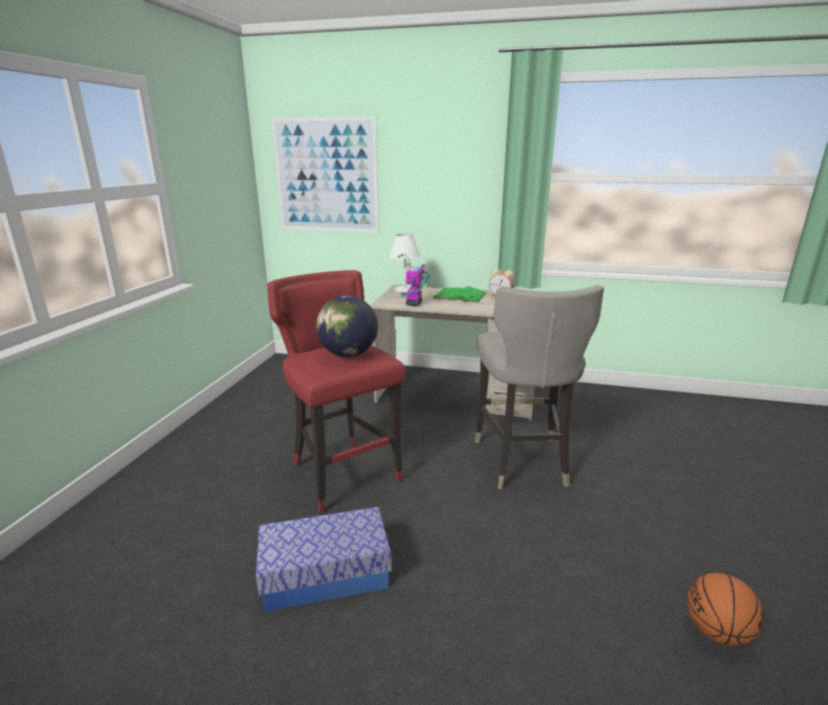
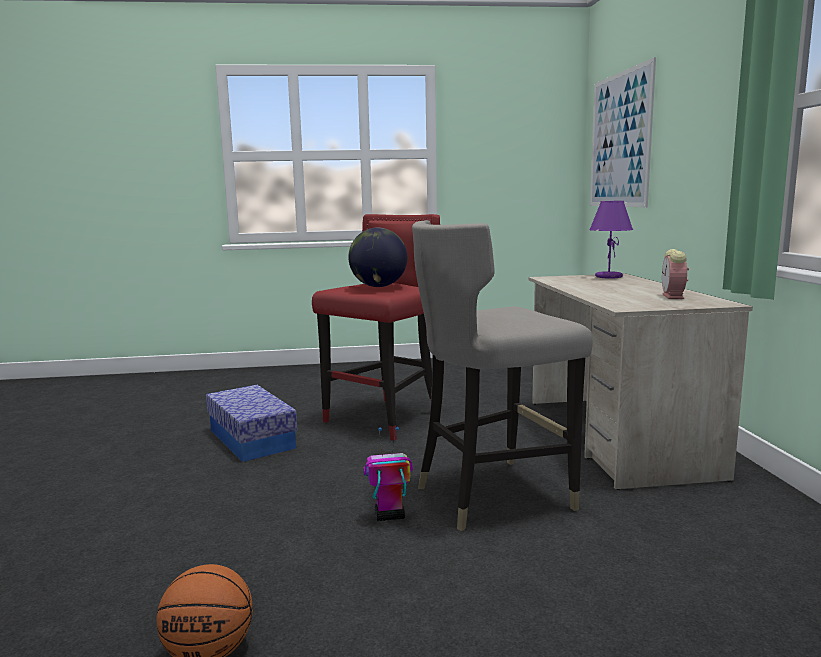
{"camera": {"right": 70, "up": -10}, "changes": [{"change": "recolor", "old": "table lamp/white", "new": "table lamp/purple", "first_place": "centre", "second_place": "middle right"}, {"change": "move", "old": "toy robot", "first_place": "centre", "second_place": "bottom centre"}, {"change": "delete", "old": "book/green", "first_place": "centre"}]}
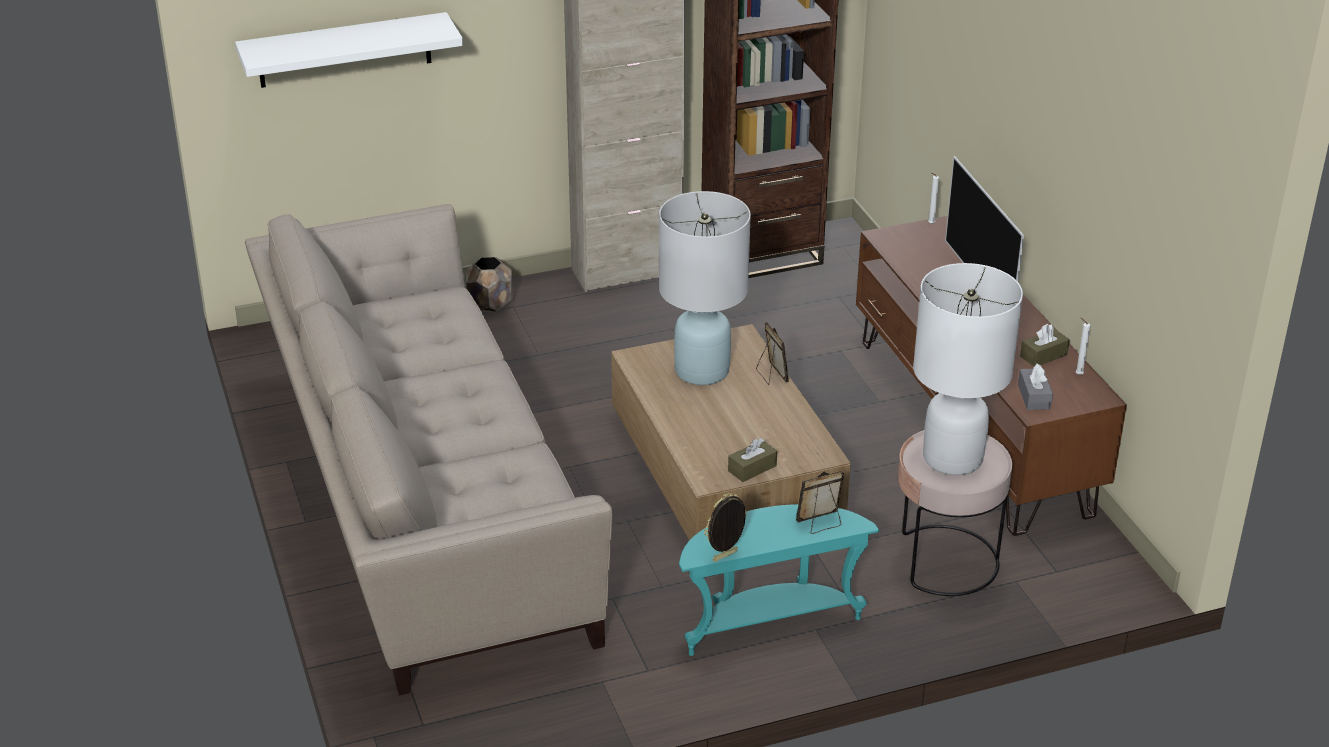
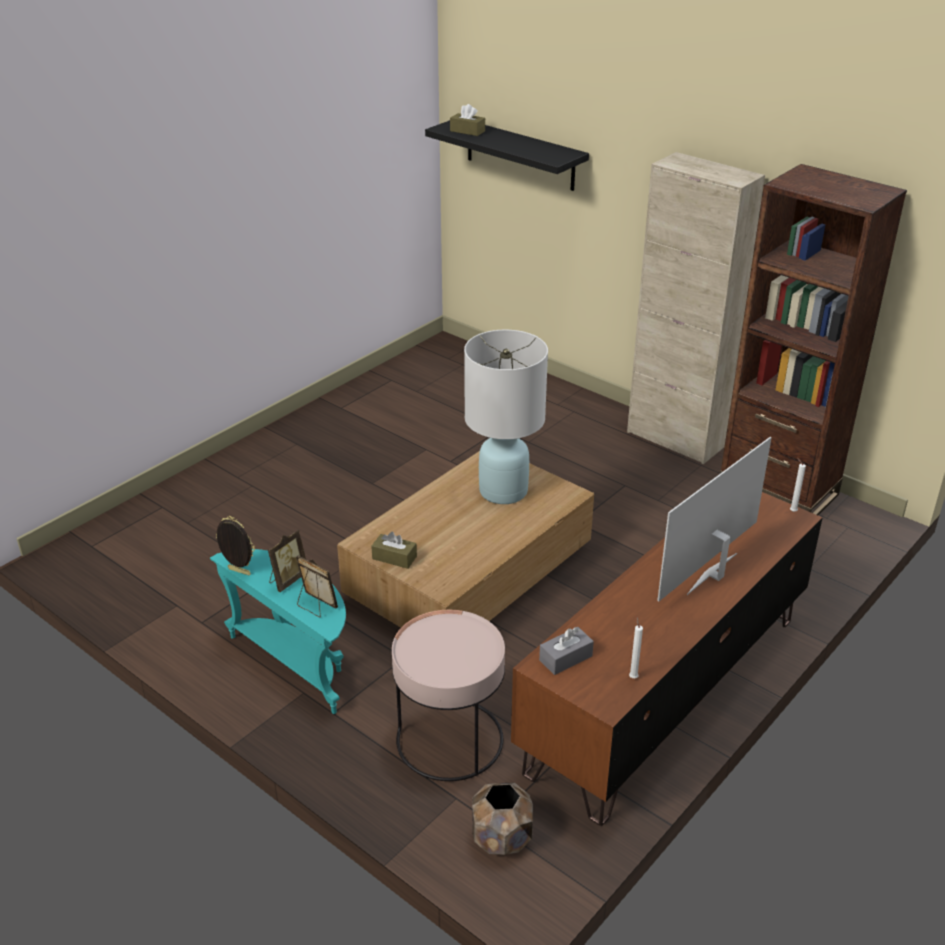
{"camera": {"right": 60, "up": 0}, "changes": [{"change": "recolor", "old": "shelf/white", "new": "shelf/black", "first_place": "top left", "second_place": "top centre"}, {"change": "delete", "old": "sofa/beige", "first_place": "middle left"}, {"change": "move", "old": "planter/brown", "first_place": "centre", "second_place": "bottom centre"}, {"change": "delete", "old": "table lamp/white (2nd from left)", "first_place": "middle right"}, {"change": "move", "old": "picture frame (2nd from left)", "first_place": "centre", "second_place": "middle left"}, {"change": "move", "old": "tissue box/brown (2nd from left)", "first_place": "middle right", "second_place": "top centre"}]}
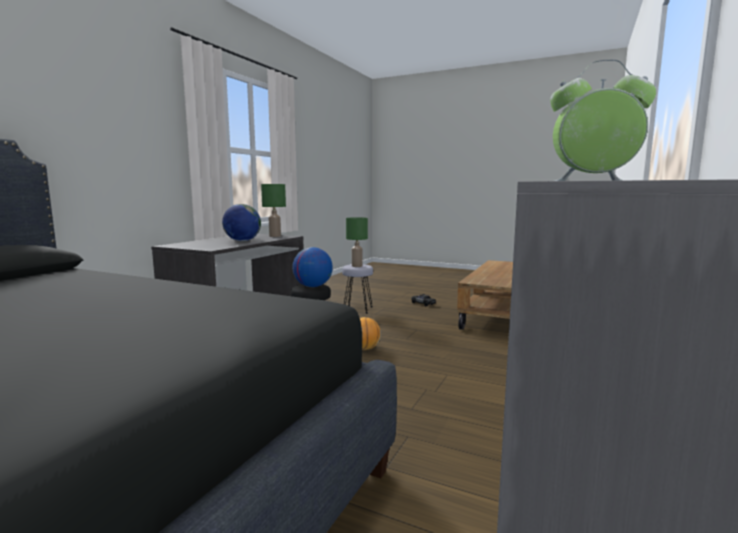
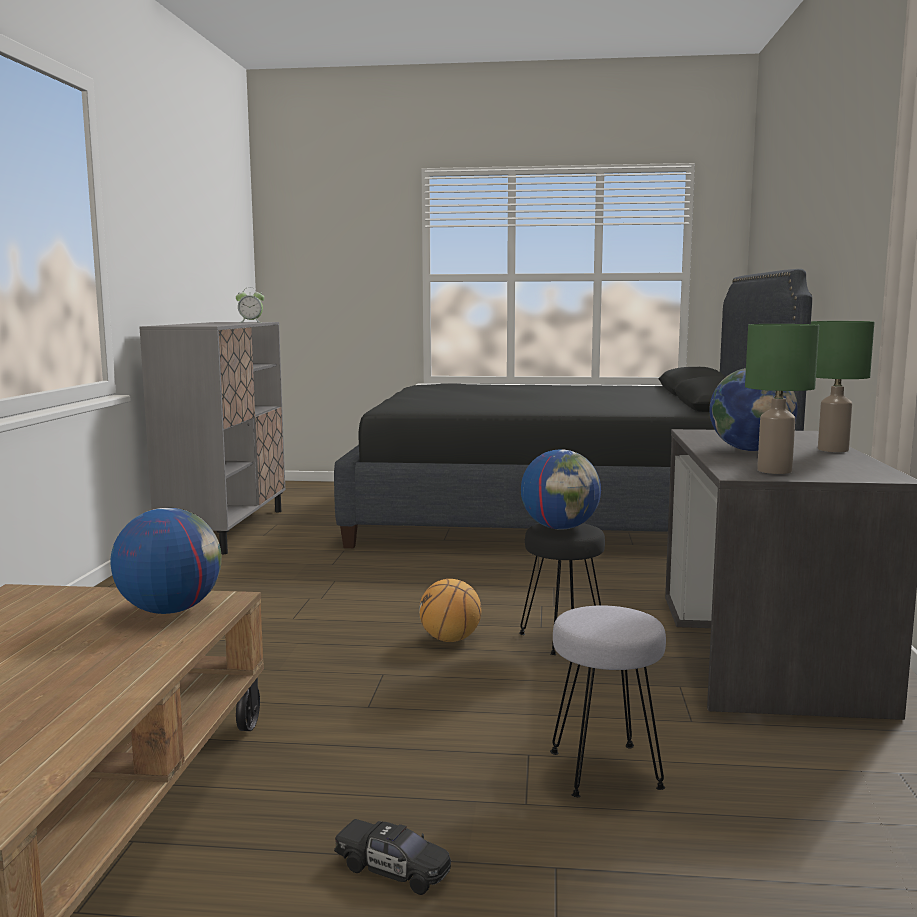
{"camera": {"right": 160, "up": 0}, "changes": [{"change": "move", "old": "table lamp/green (2nd from left)", "first_place": "centre", "second_place": "middle right"}, {"change": "insert", "new": "globe (1st from left)", "second_place": "middle left"}]}
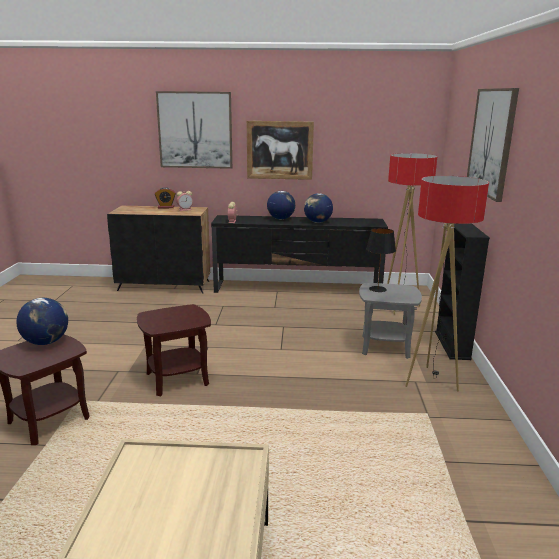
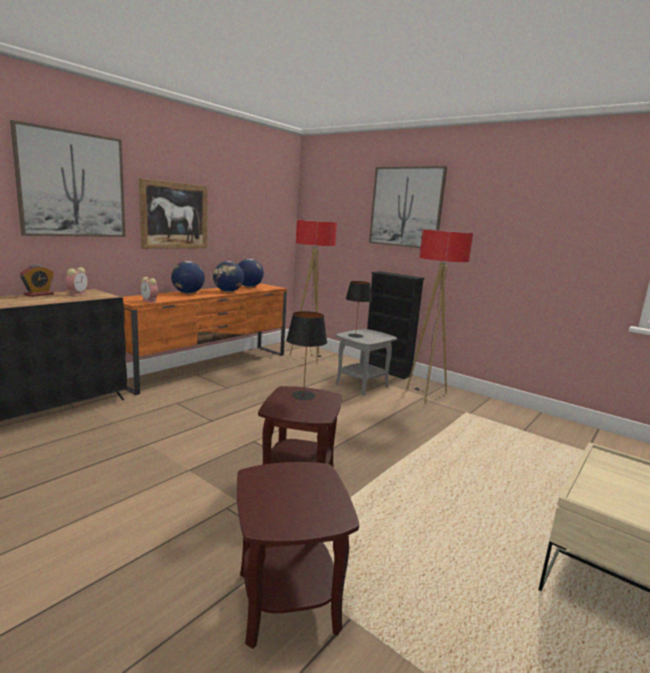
{"camera": {"right": -55, "up": -5}, "changes": [{"change": "recolor", "old": "tv stand/black", "new": "tv stand/orange", "first_place": "centre", "second_place": "middle left"}, {"change": "move", "old": "globe (1st from left in the first image)", "new": "globe (3rd from left)", "first_place": "middle left", "second_place": "centre"}, {"change": "insert", "new": "table lamp/black (1st from left)", "second_place": "centre"}]}
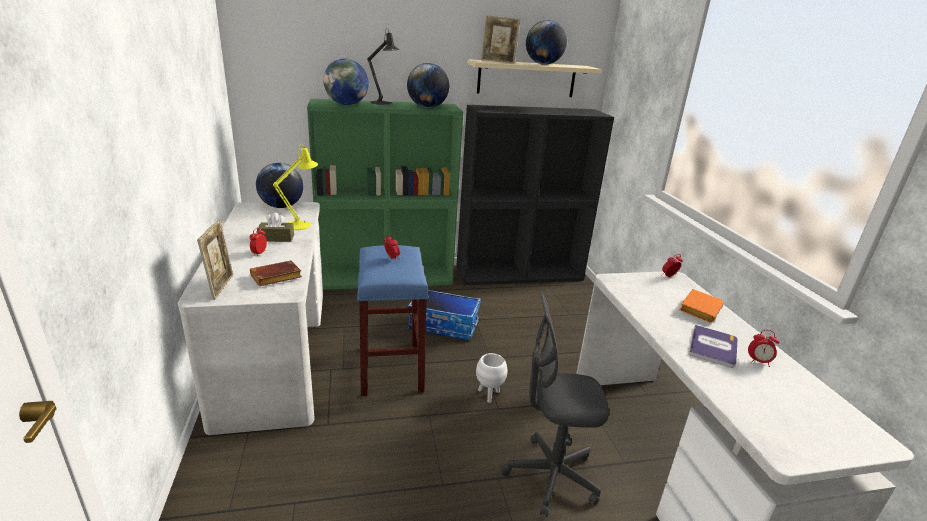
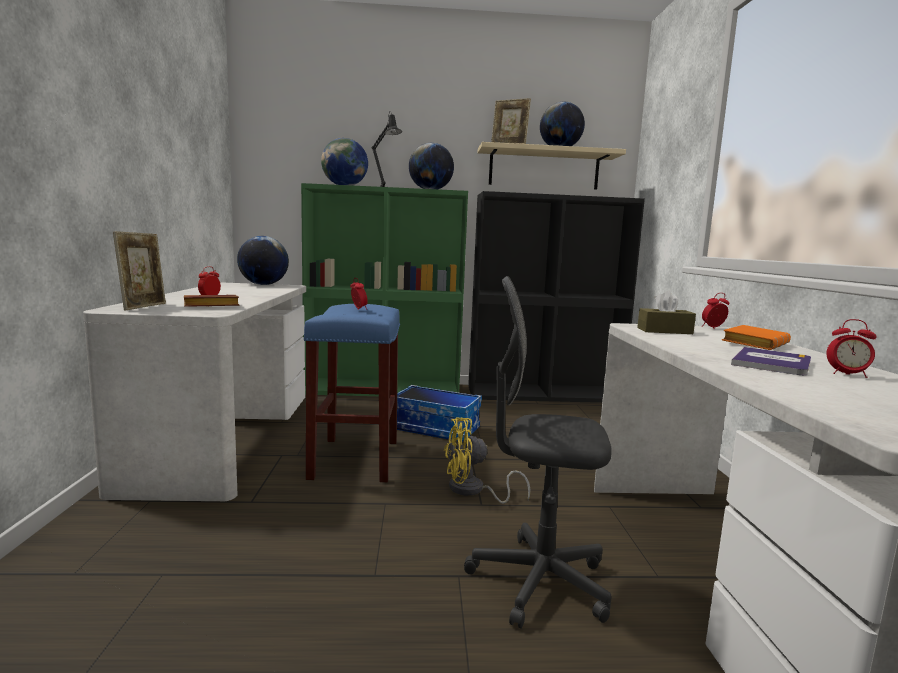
{"camera": {"right": 10, "up": -15}, "changes": [{"change": "delete", "old": "table lamp/yellow", "first_place": "middle left"}, {"change": "move", "old": "tissue box/brown", "first_place": "middle left", "second_place": "middle right"}, {"change": "replace", "old": "planter/white", "new": "fan/yellow", "first_place": "bottom centre", "second_place": "bottom centre"}]}
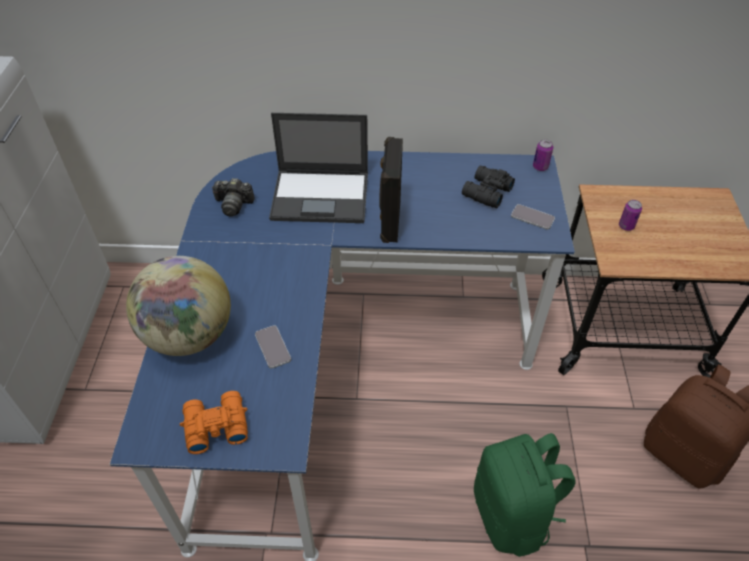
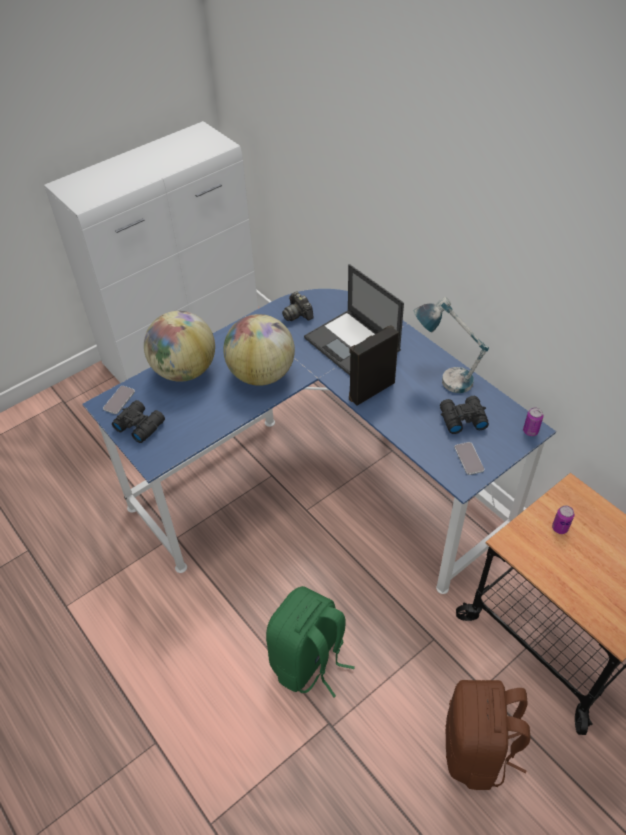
{"camera": {"right": 50, "up": 0}, "changes": [{"change": "move", "old": "phone (1st from left)", "first_place": "centre", "second_place": "middle left"}, {"change": "recolor", "old": "binoculars/orange", "new": "binoculars/black (1st from left)", "first_place": "bottom left", "second_place": "middle left"}, {"change": "insert", "new": "table lamp", "second_place": "middle right"}, {"change": "insert", "new": "globe (2nd from left)", "second_place": "centre"}]}
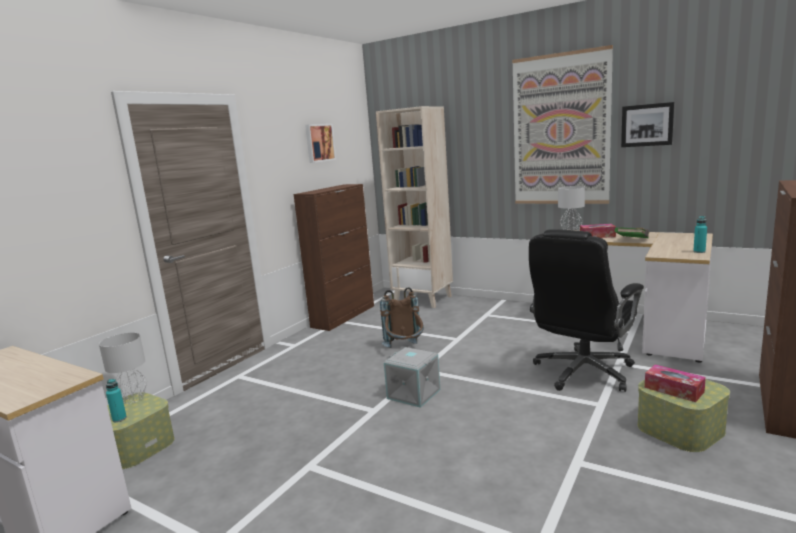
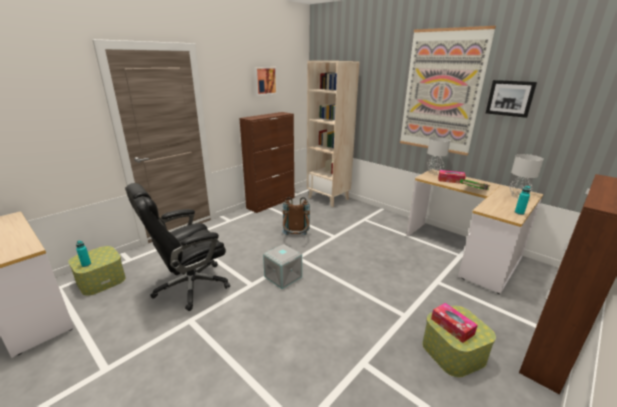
{"camera": {"right": 10, "up": 10}, "changes": [{"change": "move", "old": "office chair/black", "first_place": "middle right", "second_place": "middle left"}, {"change": "move", "old": "table lamp/grey (1st from left in the first image)", "new": "table lamp/grey (2nd from left)", "first_place": "bottom left", "second_place": "middle right"}]}
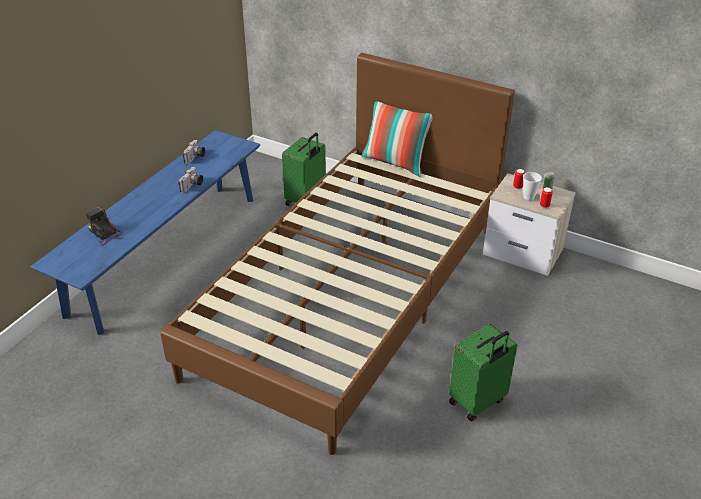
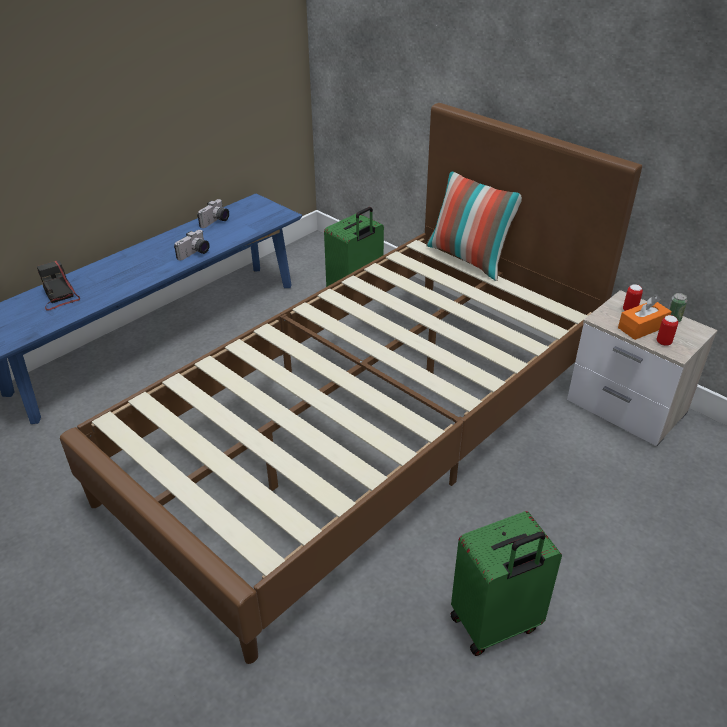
{"camera": {"right": 15, "up": 0}, "changes": [{"change": "replace", "old": "cup", "new": "tissue box/orange", "first_place": "middle right", "second_place": "middle right"}]}
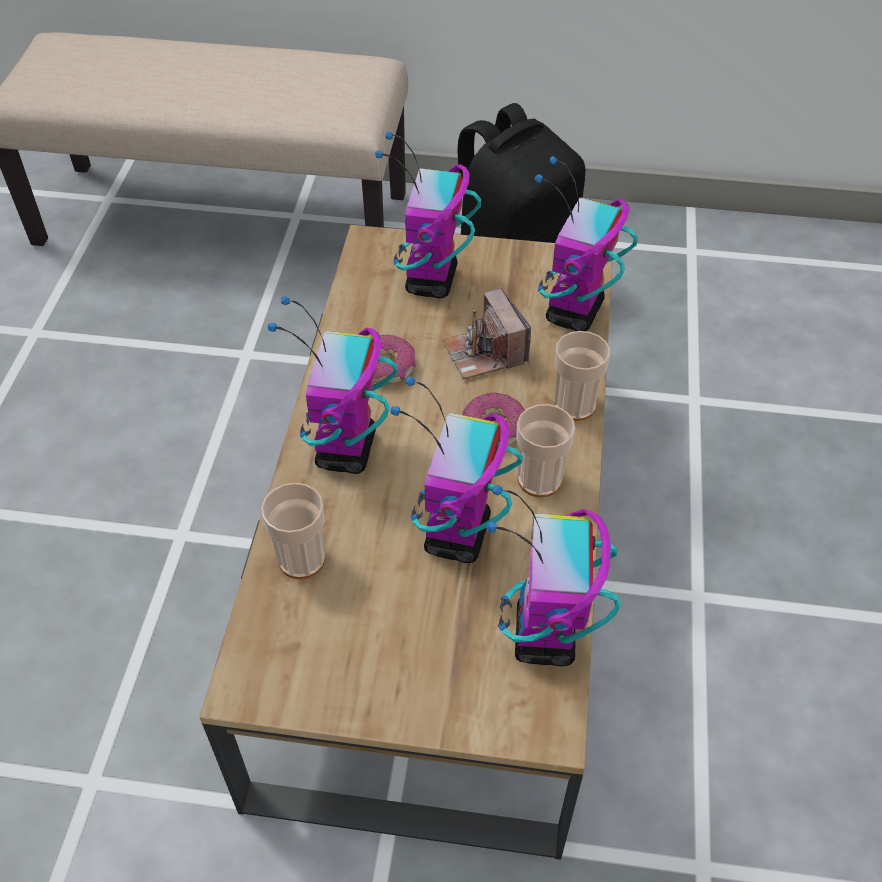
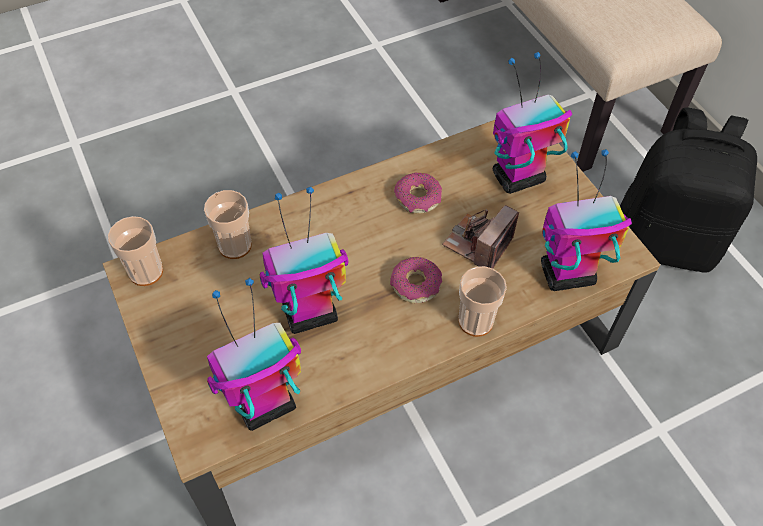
{"camera": {"right": 55, "up": 5}, "changes": [{"change": "delete", "old": "toy robot (1st from left)", "first_place": "centre"}, {"change": "move", "old": "cup (2nd from left in the first image)", "new": "cup (1st from left)", "first_place": "centre", "second_place": "middle left"}]}
